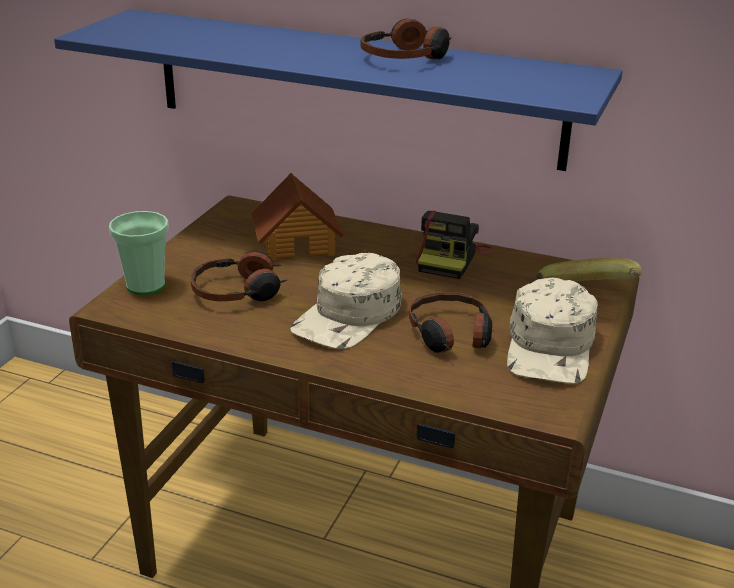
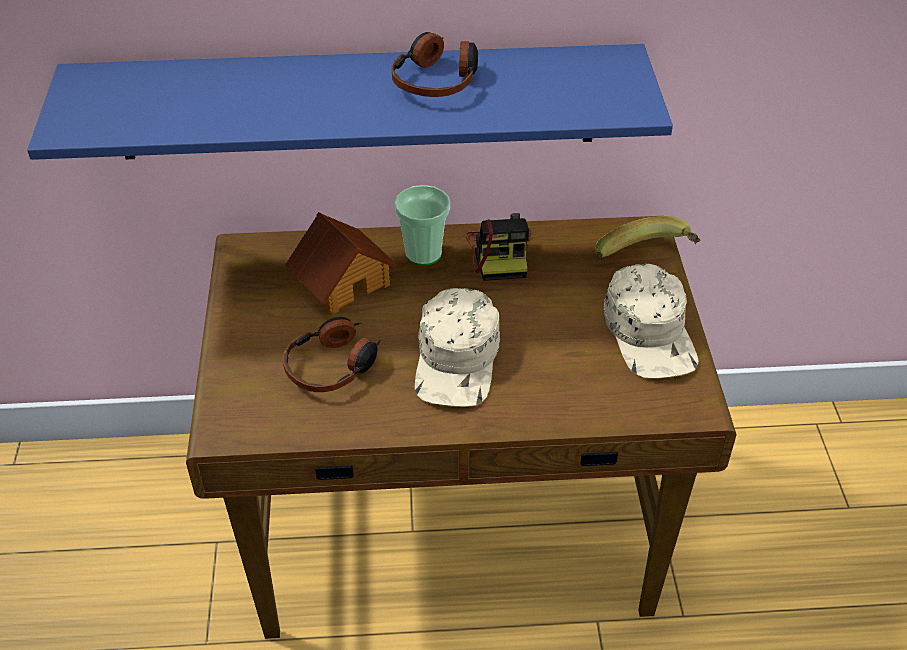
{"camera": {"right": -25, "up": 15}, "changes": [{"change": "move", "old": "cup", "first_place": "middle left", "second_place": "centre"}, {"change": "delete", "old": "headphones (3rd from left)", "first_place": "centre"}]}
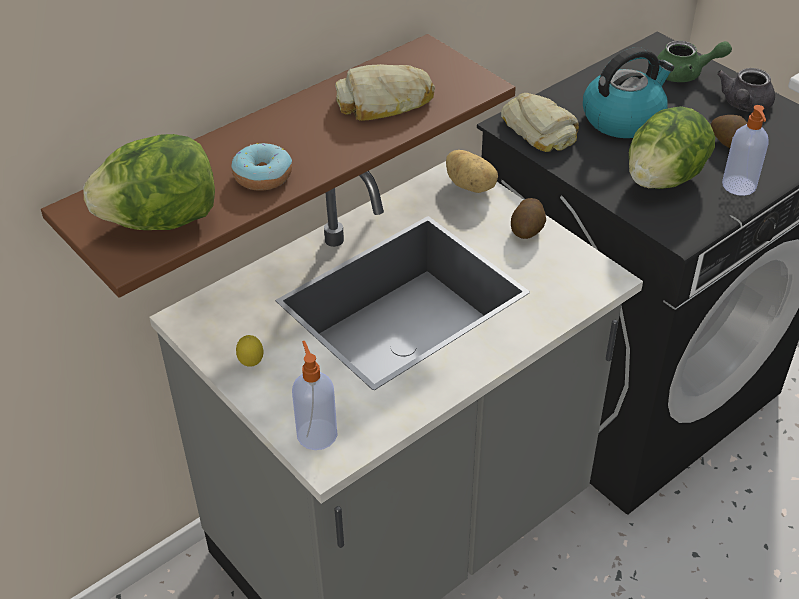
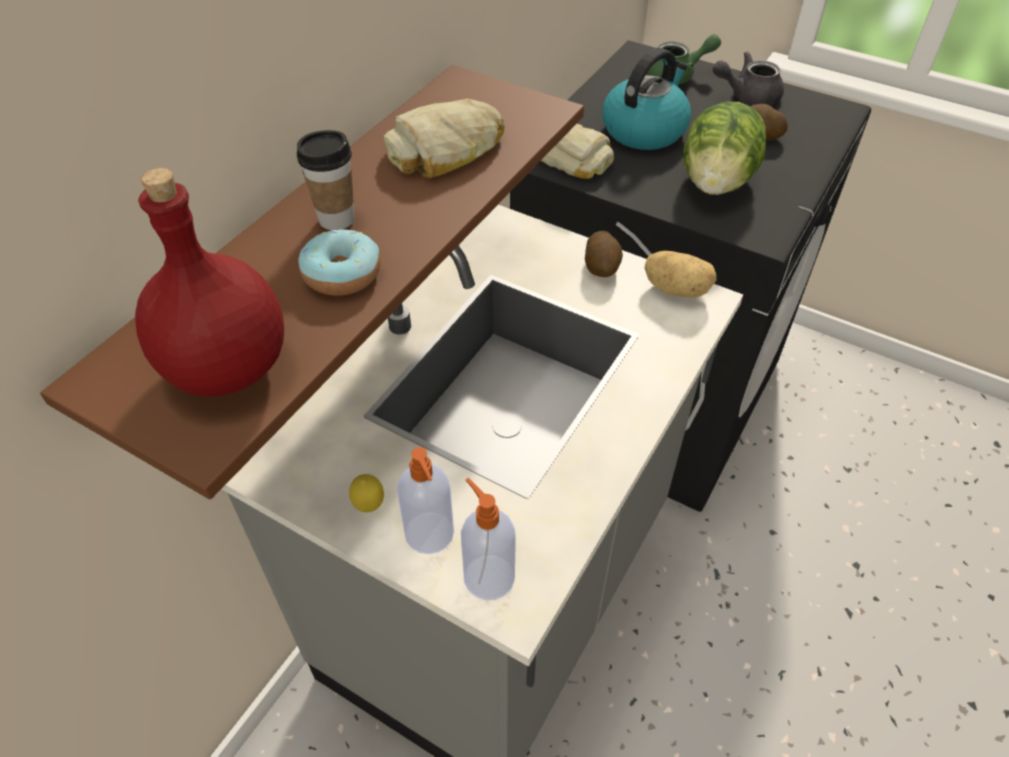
{"camera": {"right": -20, "up": 5}, "changes": [{"change": "rotate", "old": "teapot/grey", "first_place": "top right", "second_place": "top right", "degrees": 75}, {"change": "move", "old": "soap dispenser (2nd from left in the first image)", "new": "soap dispenser (1st from left)", "first_place": "top right", "second_place": "centre"}, {"change": "replace", "old": "lettuce (1st from left)", "new": "bottle/red", "first_place": "top left", "second_place": "middle left"}, {"change": "move", "old": "potato (1st from left in the first image)", "new": "potato (2nd from left)", "first_place": "top centre", "second_place": "middle right"}, {"change": "insert", "new": "cup", "second_place": "top left"}]}
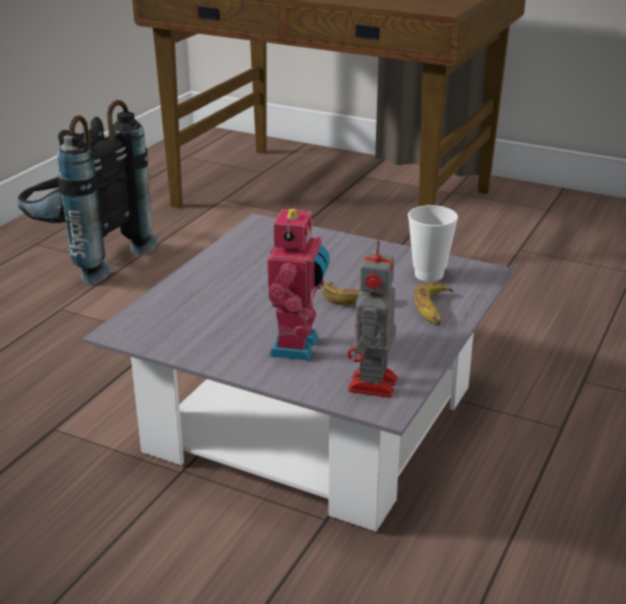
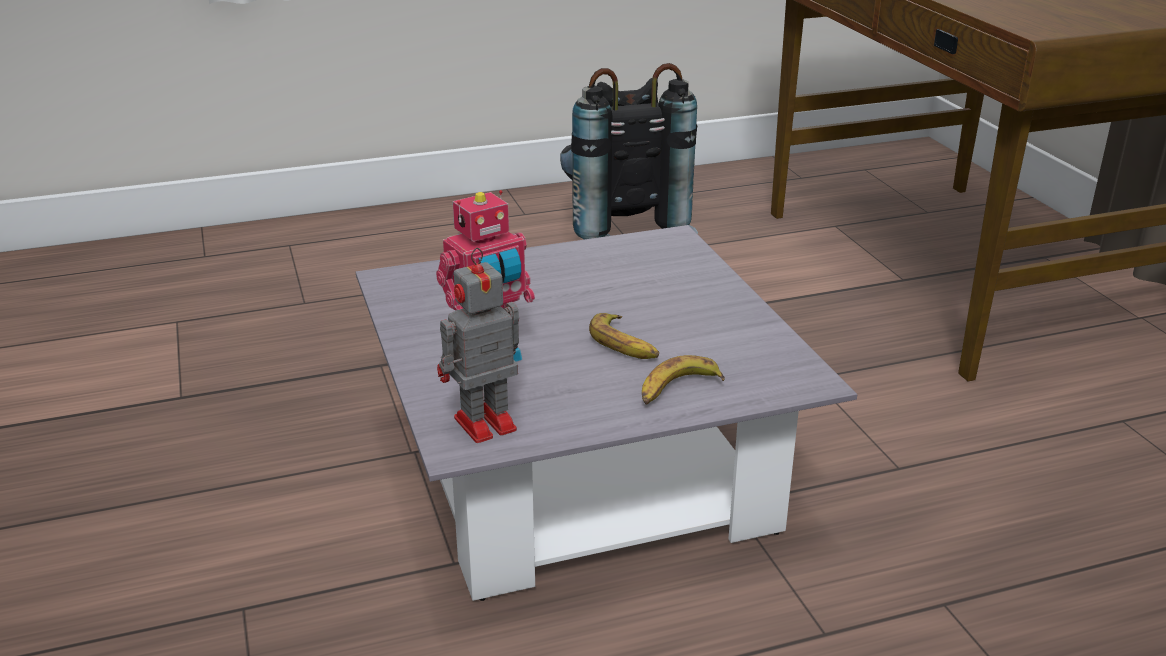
{"camera": {"right": 45, "up": 0}, "changes": [{"change": "delete", "old": "cup", "first_place": "middle right"}]}
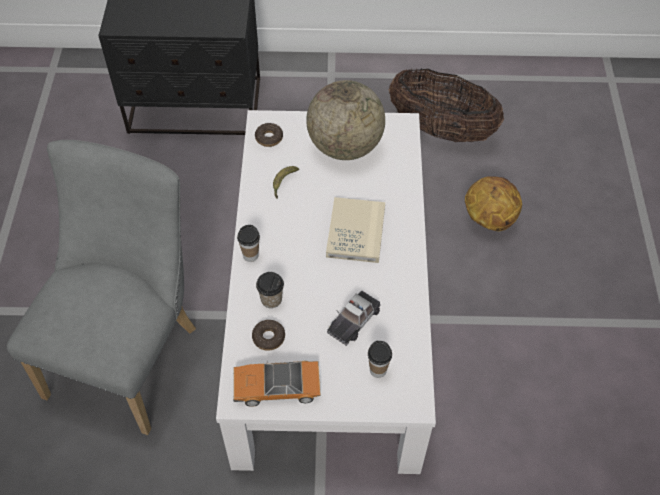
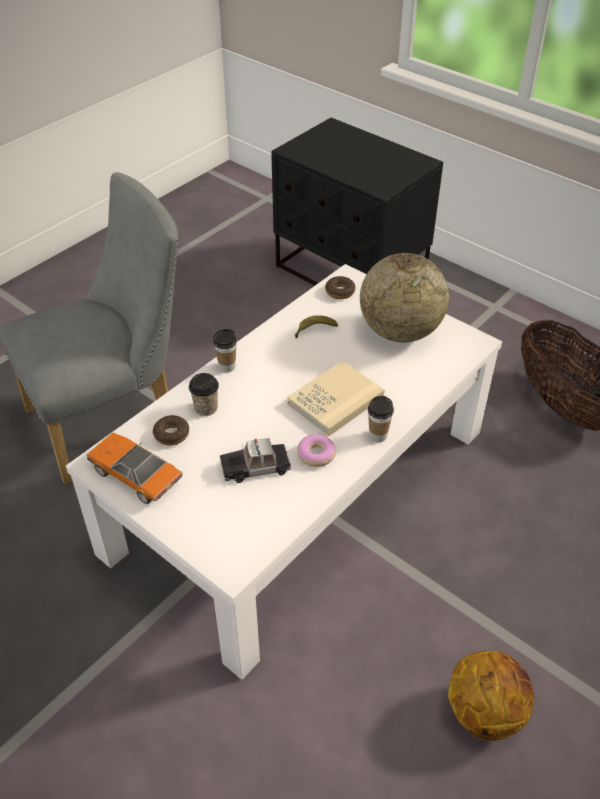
{"camera": {"right": 40, "up": -10}, "changes": [{"change": "move", "old": "basketball", "first_place": "middle right", "second_place": "bottom right"}, {"change": "move", "old": "cup (3rd from left)", "first_place": "bottom centre", "second_place": "centre"}, {"change": "insert", "new": "donut (2nd from left)", "second_place": "centre"}]}
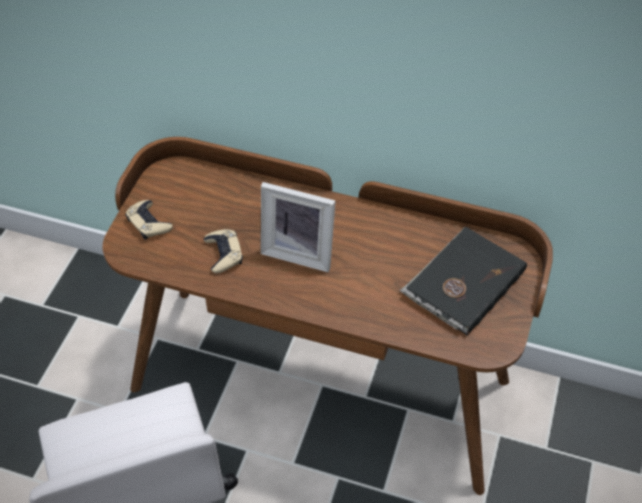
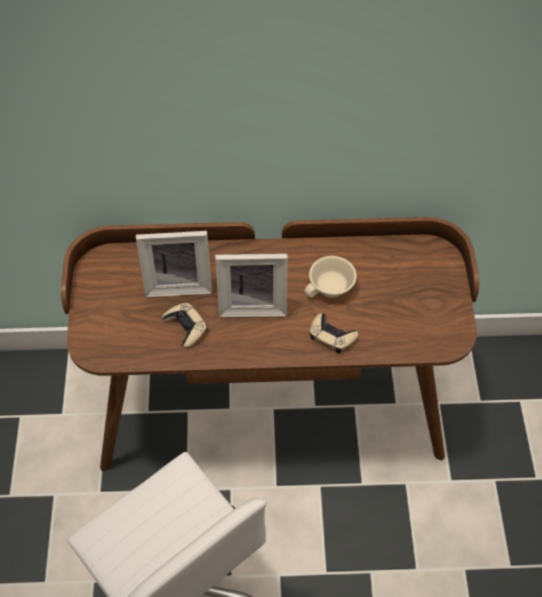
{"camera": {"right": -20, "up": 5}, "changes": [{"change": "move", "old": "game controller/beige (1st from left in the first image)", "new": "game controller/beige (2nd from left)", "first_place": "middle left", "second_place": "centre"}, {"change": "delete", "old": "book/black", "first_place": "middle right"}, {"change": "insert", "new": "picture frame (1st from left)", "second_place": "middle left"}, {"change": "insert", "new": "cup/beige", "second_place": "centre"}]}
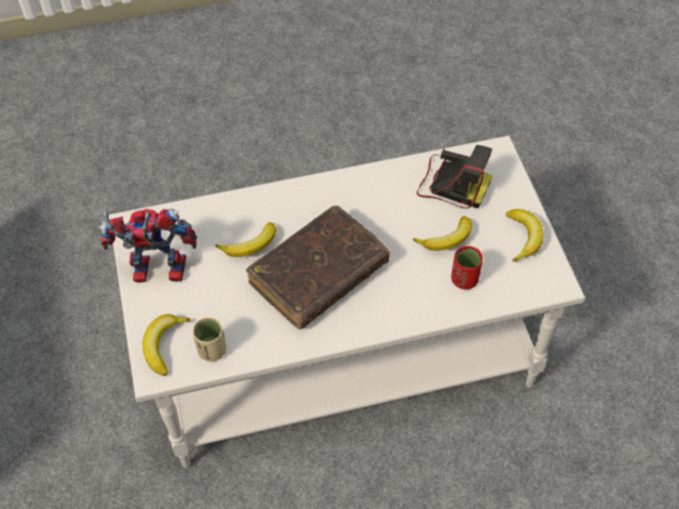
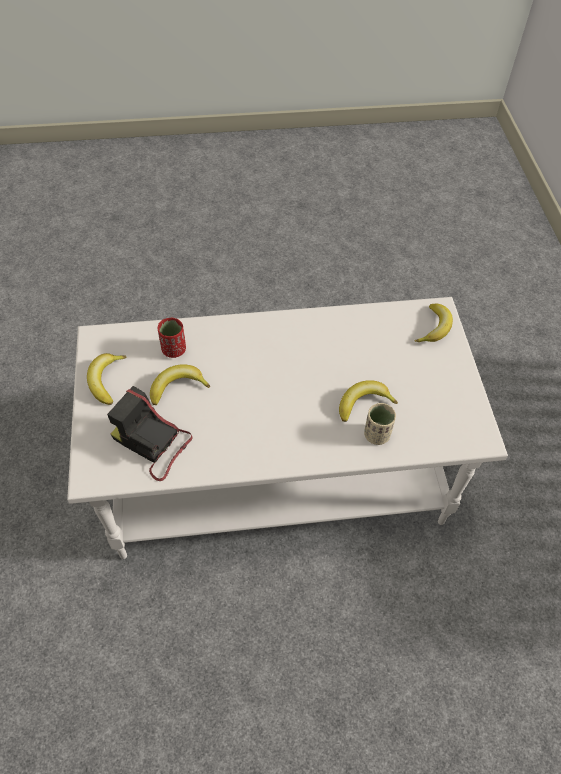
{"camera": {"right": -175, "up": 0}, "changes": [{"change": "delete", "old": "book/brown", "first_place": "centre"}, {"change": "delete", "old": "toy robot", "first_place": "middle left"}, {"change": "move", "old": "cup/beige", "first_place": "middle left", "second_place": "middle right"}]}
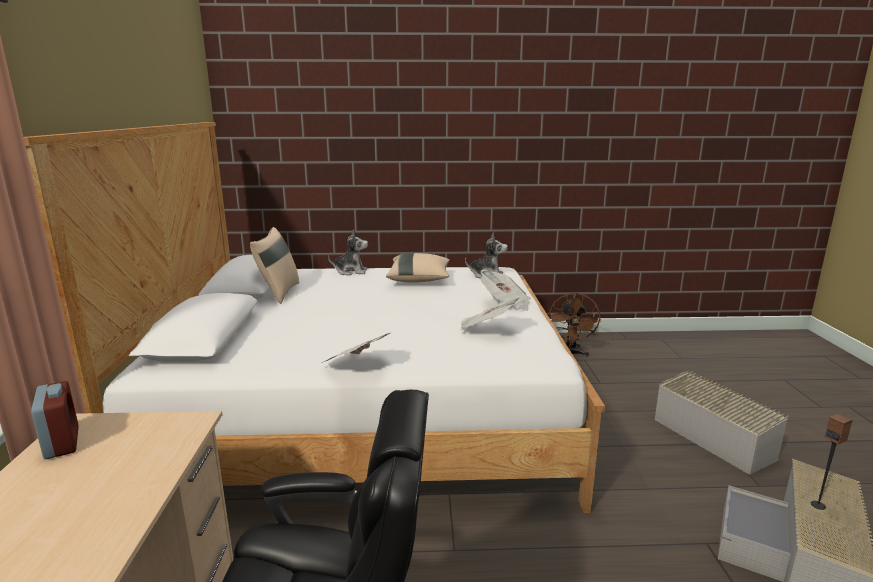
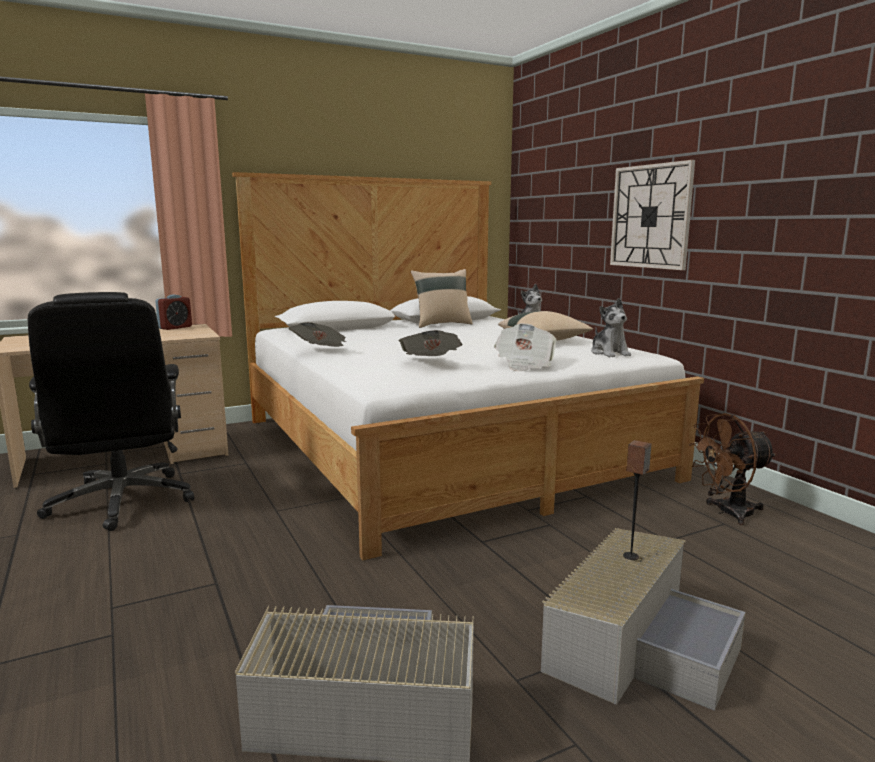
{"camera": {"right": 65, "up": -5}, "changes": [{"change": "move", "old": "speaker", "first_place": "bottom right", "second_place": "middle right"}, {"change": "insert", "new": "wall clock", "second_place": "top right"}]}
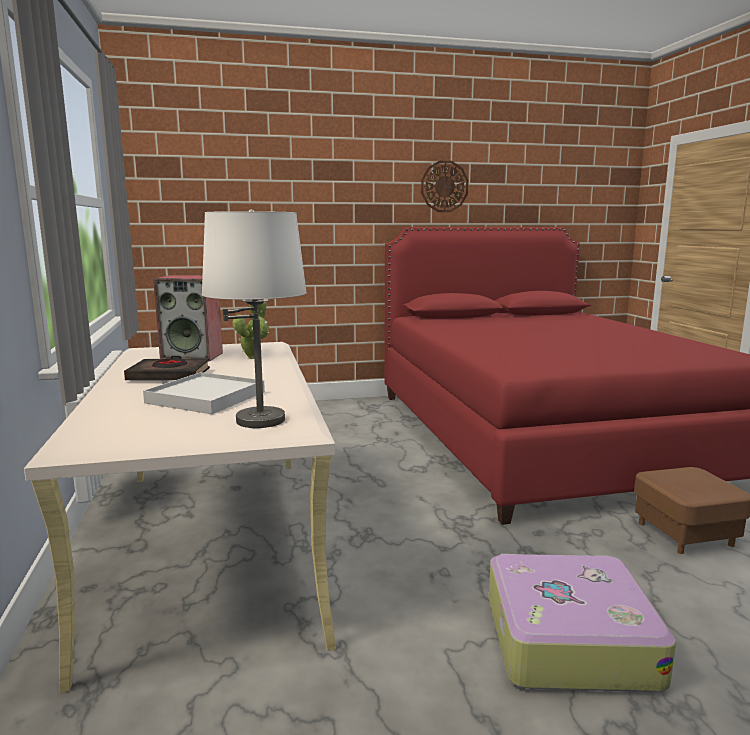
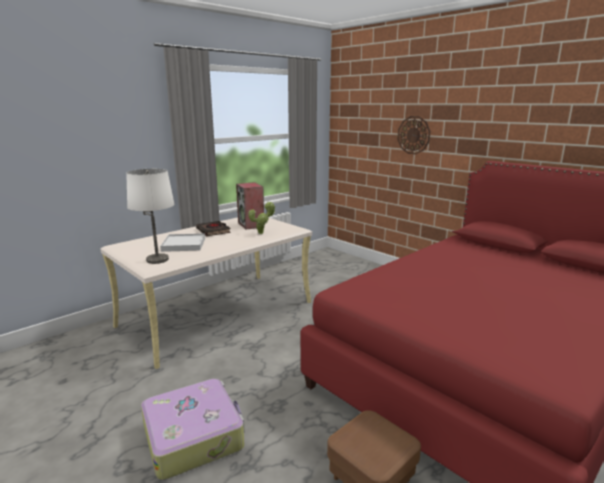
{"camera": {"right": 60, "up": 5}, "changes": [{"change": "move", "old": "wall clock", "first_place": "top centre", "second_place": "top right"}]}
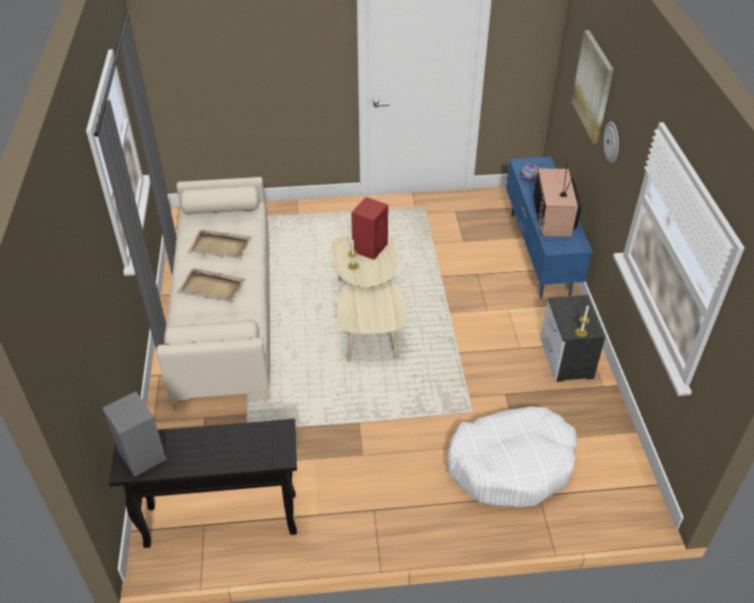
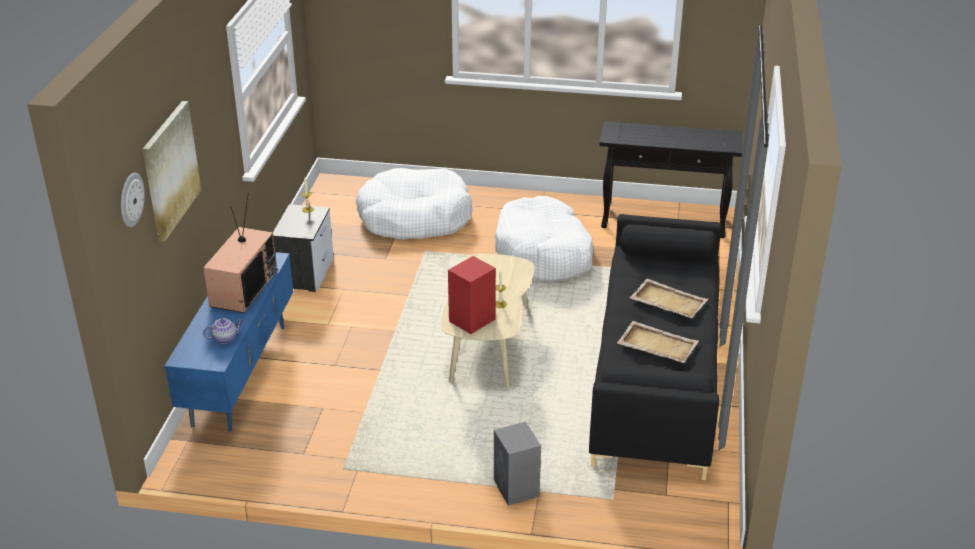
{"camera": {"right": -165, "up": -10}, "changes": [{"change": "move", "old": "wall clock", "first_place": "top right", "second_place": "middle left"}, {"change": "recolor", "old": "sofa/beige", "new": "sofa/black", "first_place": "middle left", "second_place": "middle right"}, {"change": "move", "old": "speaker/grey", "first_place": "bottom left", "second_place": "bottom centre"}, {"change": "insert", "new": "dog bed/white (2nd from left)", "second_place": "centre"}]}
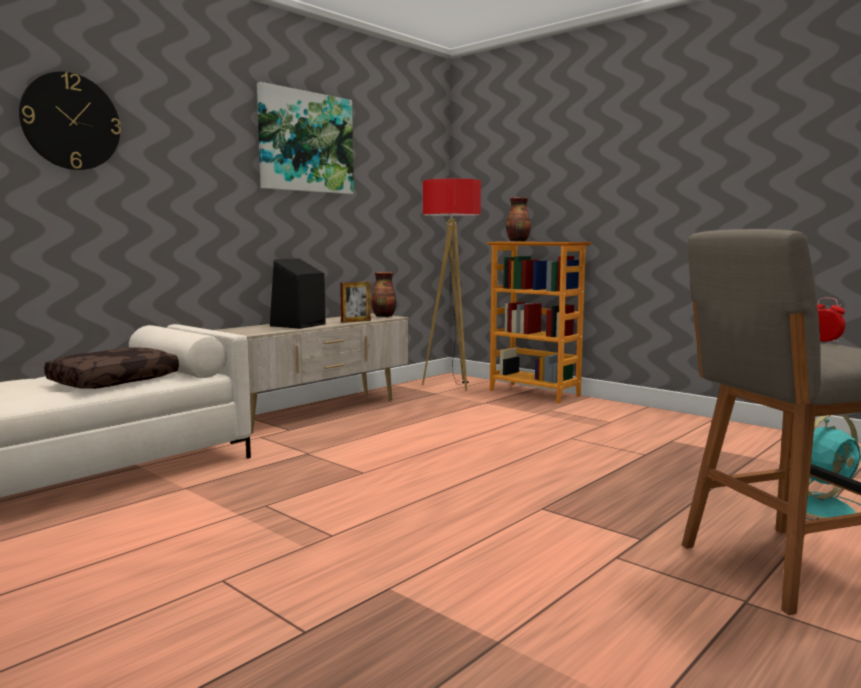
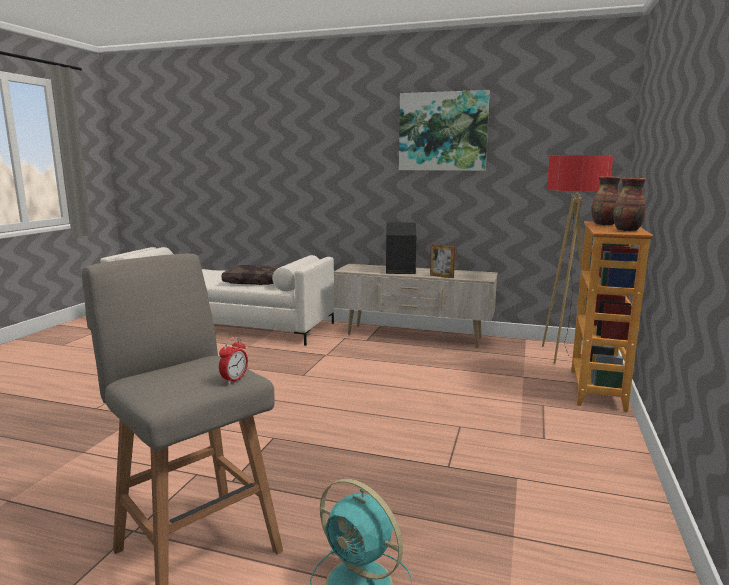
{"camera": {"right": 65, "up": 5}, "changes": [{"change": "delete", "old": "wall clock", "first_place": "top left"}, {"change": "move", "old": "vase (1st from left in the first image)", "new": "vase (2nd from left)", "first_place": "centre", "second_place": "middle right"}]}
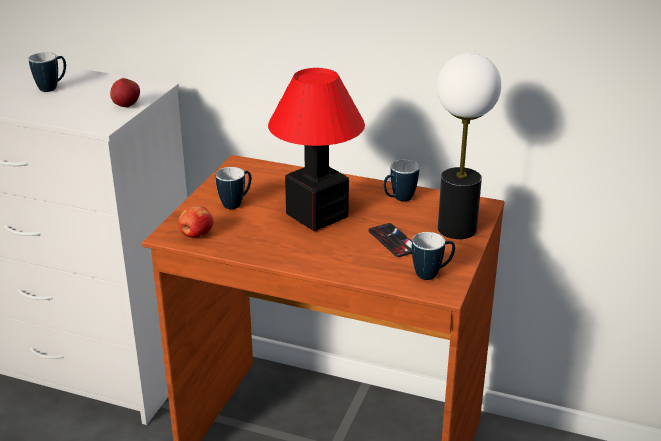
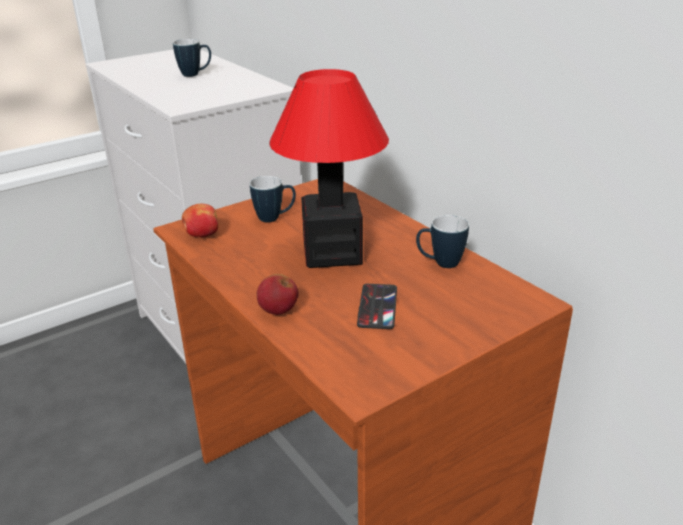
{"camera": {"right": 35, "up": 0}, "changes": [{"change": "delete", "old": "table lamp (2nd from left)", "first_place": "top right"}, {"change": "move", "old": "apple (1st from left in the first image)", "new": "apple (2nd from left)", "first_place": "top left", "second_place": "centre"}, {"change": "delete", "old": "mug (4th from left)", "first_place": "centre"}]}
